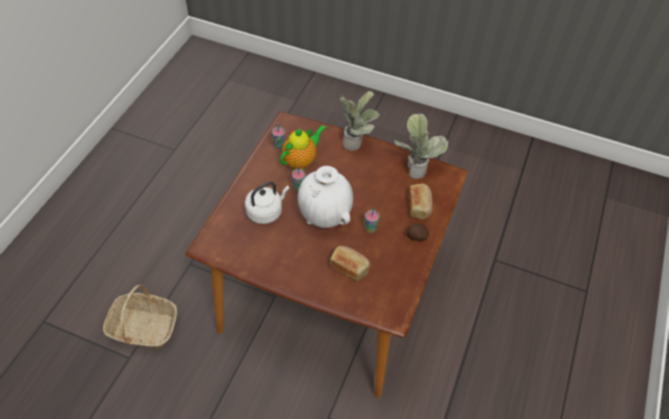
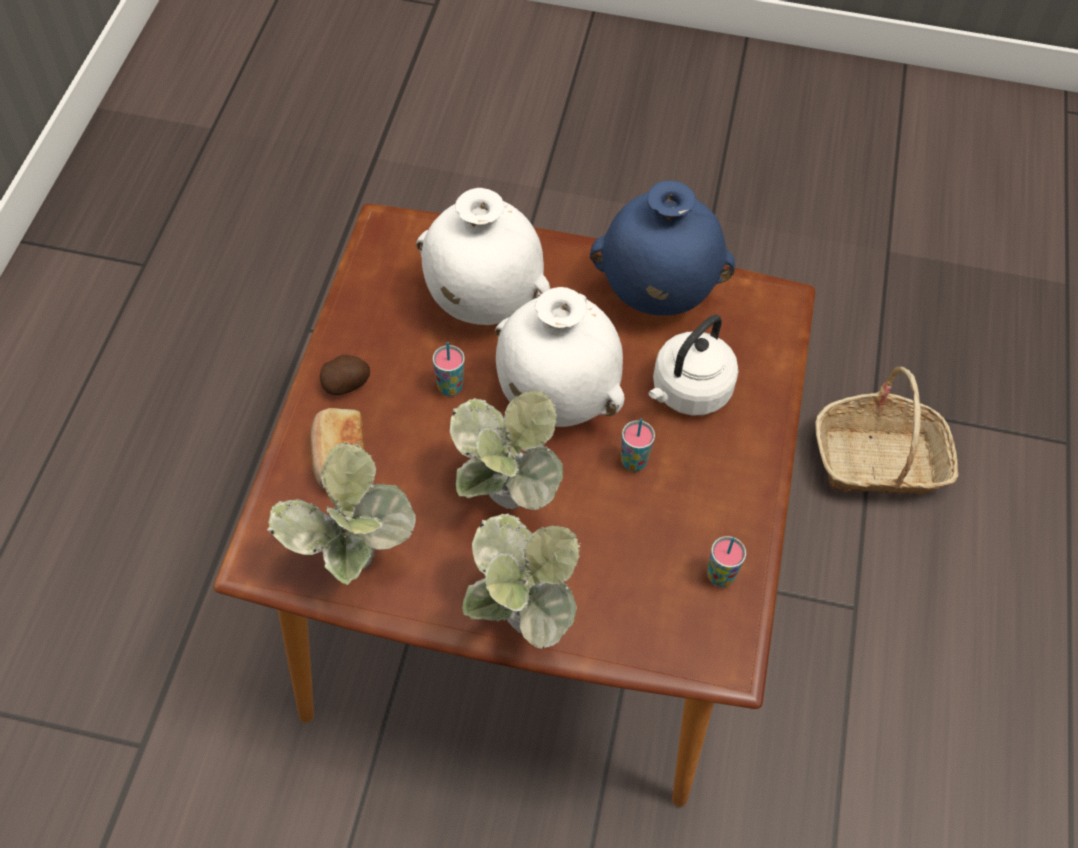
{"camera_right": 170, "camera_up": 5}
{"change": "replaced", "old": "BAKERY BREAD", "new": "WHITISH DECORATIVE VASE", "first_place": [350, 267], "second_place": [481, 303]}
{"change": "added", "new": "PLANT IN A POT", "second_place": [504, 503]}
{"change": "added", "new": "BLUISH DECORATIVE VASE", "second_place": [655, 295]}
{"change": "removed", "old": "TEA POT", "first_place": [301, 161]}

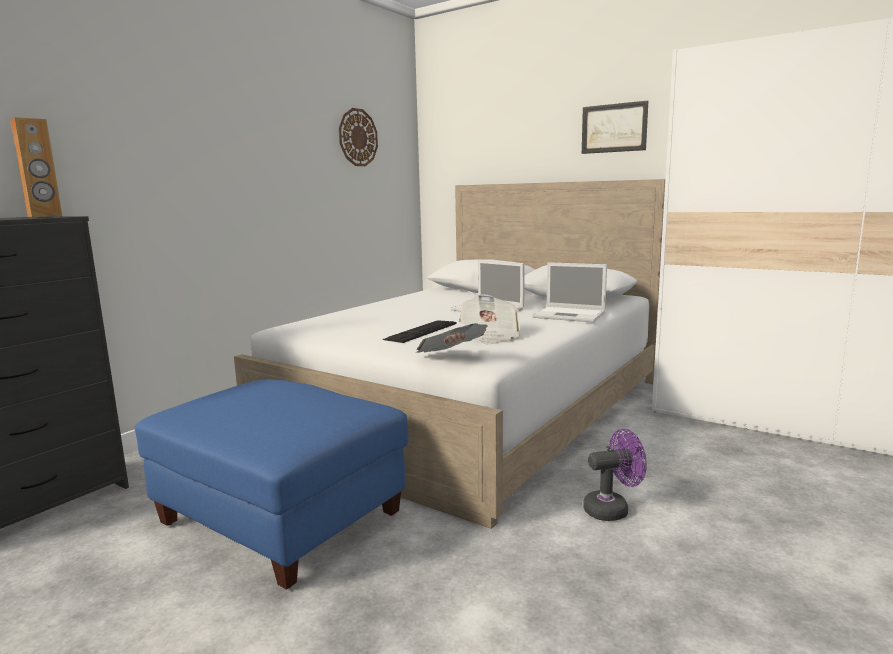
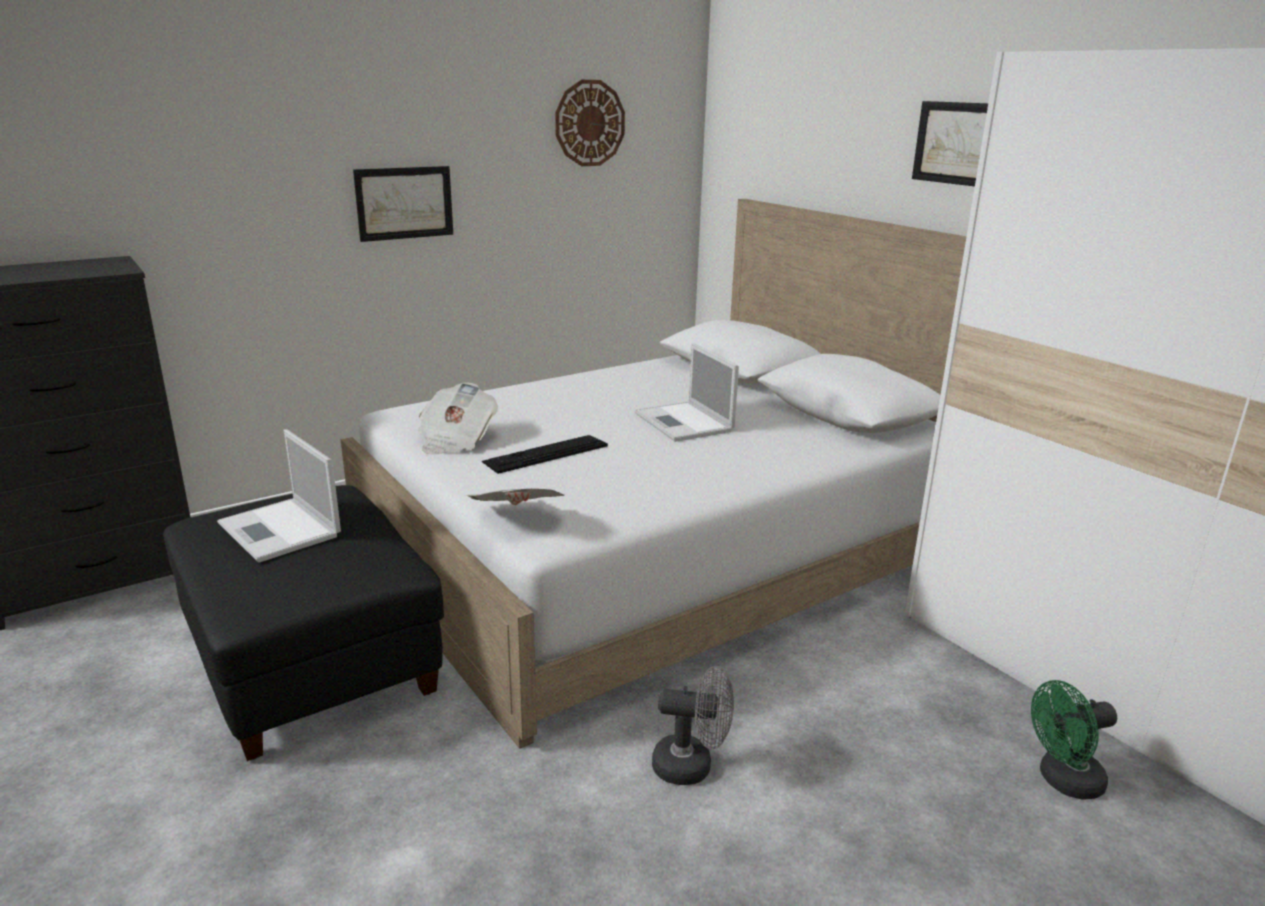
{"camera_right": 20, "camera_up": 10}
{"change": "recoloured", "old": "BLUISH FOOTREST", "new": "BLACKISH FOOTREST", "first_place": [282, 519], "second_place": [313, 665]}
{"change": "moved", "old": "PORTABLE COMPUTER", "first_place": [570, 315], "second_place": [281, 530]}
{"change": "added", "new": "WALL PICTURE", "second_place": [404, 203]}
{"change": "moved", "old": "PRINTED PAPER", "first_place": [490, 336], "second_place": [455, 440]}
{"change": "recoloured", "old": "PURPLISH COOLING FAN", "new": "GRAY COOLING FAN", "first_place": [612, 509], "second_place": [692, 766]}
{"change": "added", "new": "GREENISH COOLING FAN", "second_place": [1063, 781]}
{"change": "removed", "old": "BROWNISH AUDIO SPEAKER", "first_place": [45, 216]}

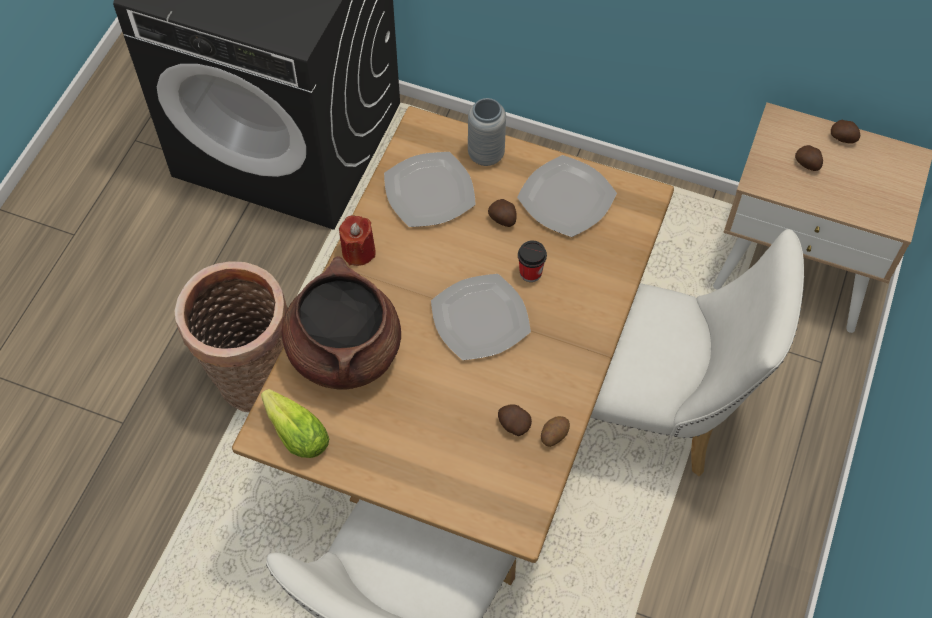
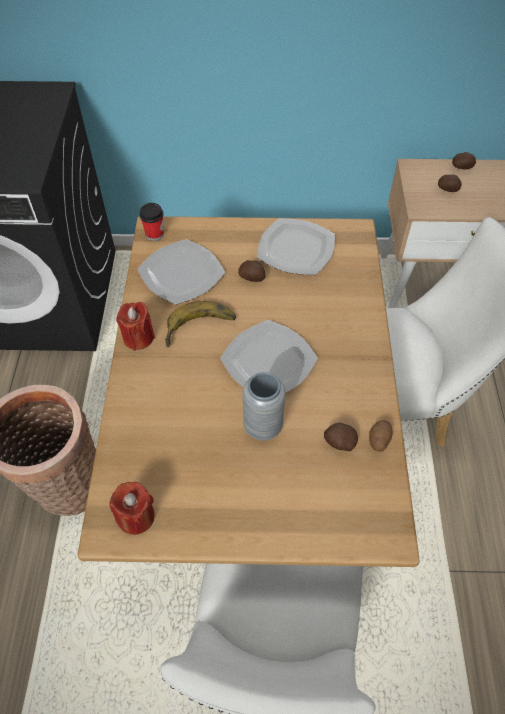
{"camera_right": -20, "camera_up": -5}
{"change": "replaced", "old": "LETTUCE HEAD", "new": "RED CANDLE", "first_place": [294, 430], "second_place": [136, 516]}
{"change": "moved", "old": "SMALL CUP", "first_place": [530, 272], "second_place": [154, 234]}
{"change": "added", "new": "WHOLE BANANA", "second_place": [201, 329]}
{"change": "moved", "old": "GRAY DECORATIVE VASE", "first_place": [486, 155], "second_place": [263, 426]}
{"change": "removed", "old": "BROWNISH COOKING POT", "first_place": [344, 351]}

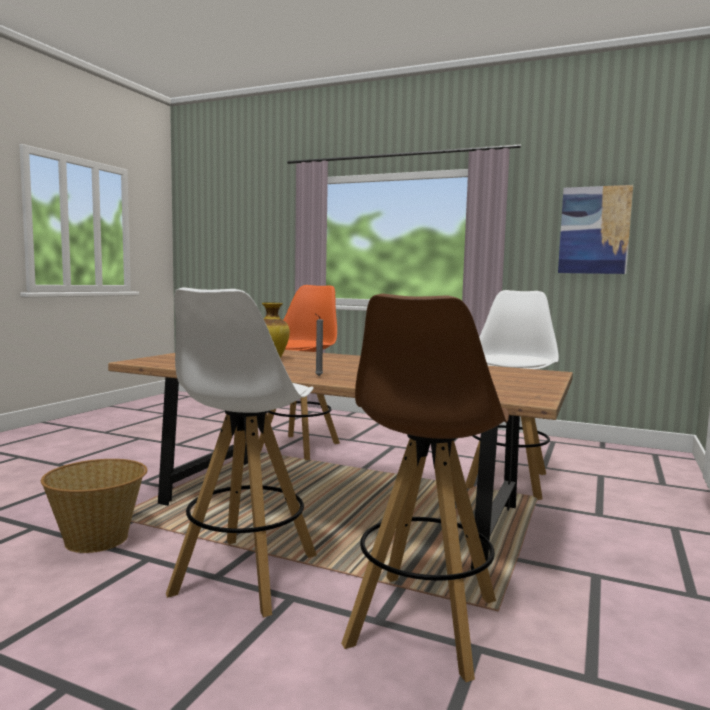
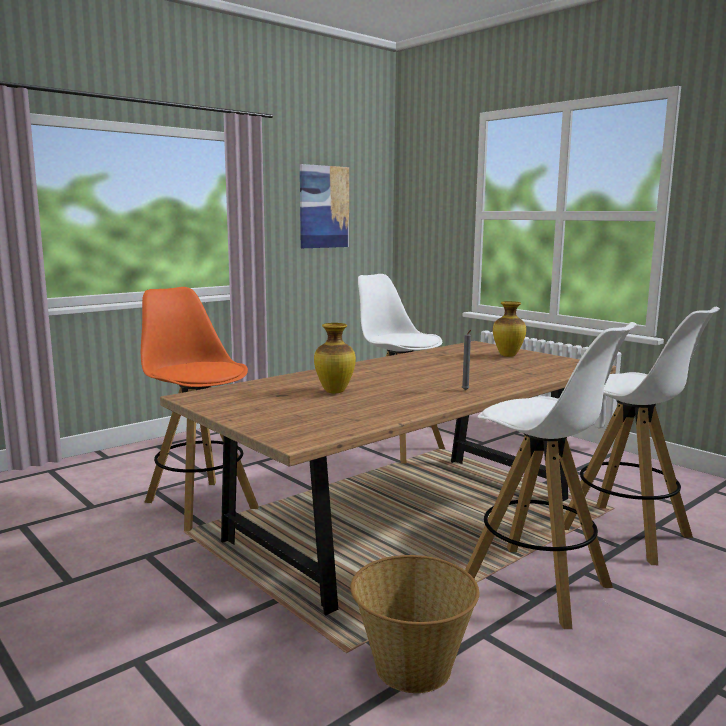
{"camera_right": -65, "camera_up": 5}
{"change": "added", "new": "DECORATIVE VASE", "second_place": [508, 356]}
{"change": "recoloured", "old": "BROWNISH STOOL SEAT", "new": "WHITISH STOOL SEAT", "first_place": [422, 623], "second_place": [626, 533]}

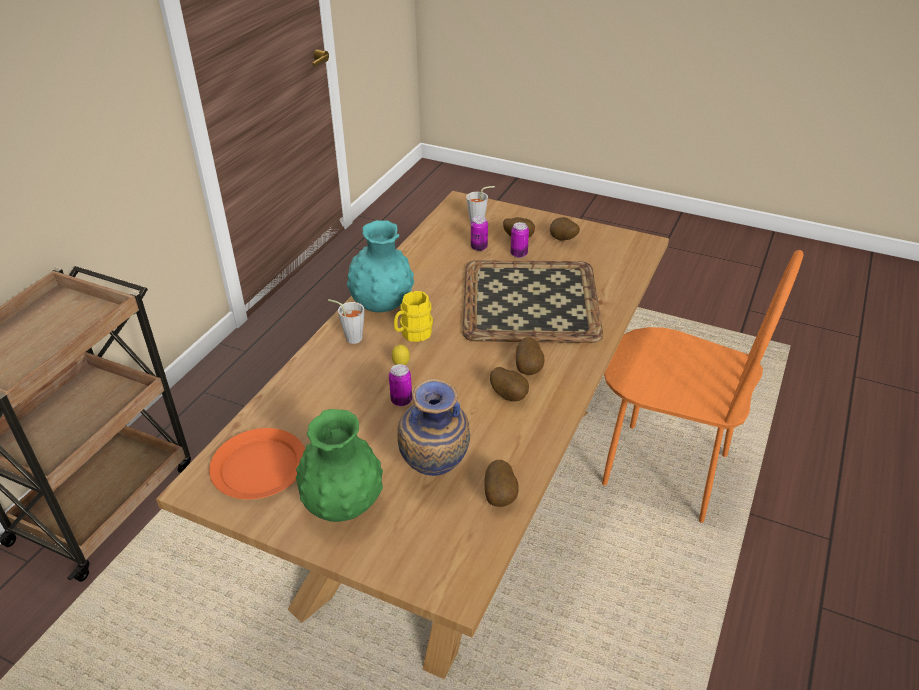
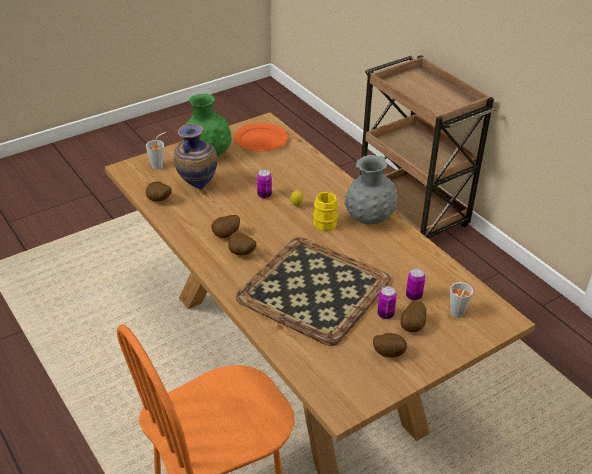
{"camera_right": 120, "camera_up": 0}
{"change": "moved", "old": "GRAY SMALL CUP", "first_place": [350, 337], "second_place": [159, 165]}
{"change": "recoloured", "old": "TURQUOISE-COLOURED DECORATIVE VASE", "new": "GRAY DECORATIVE VASE", "first_place": [382, 305], "second_place": [369, 219]}

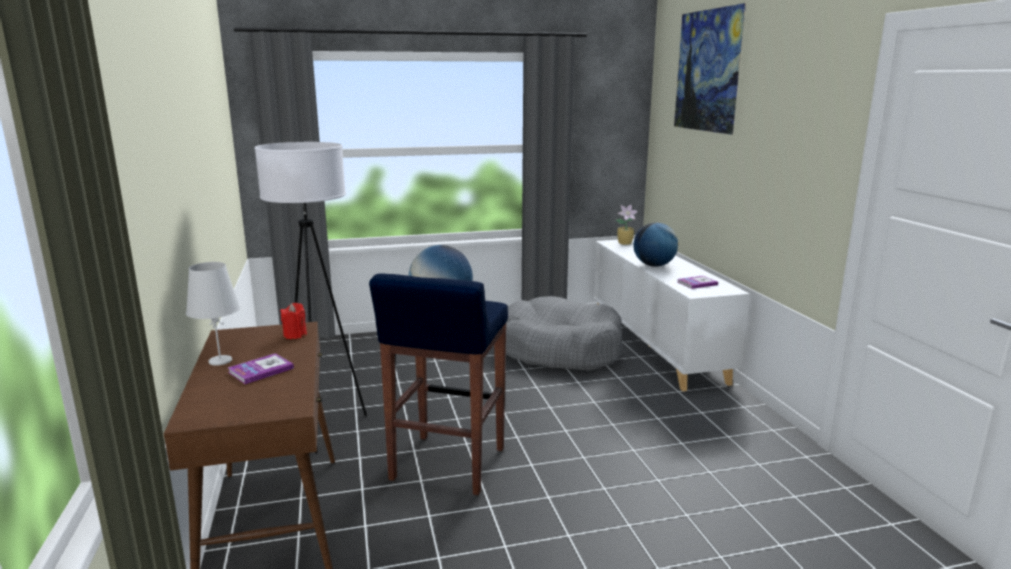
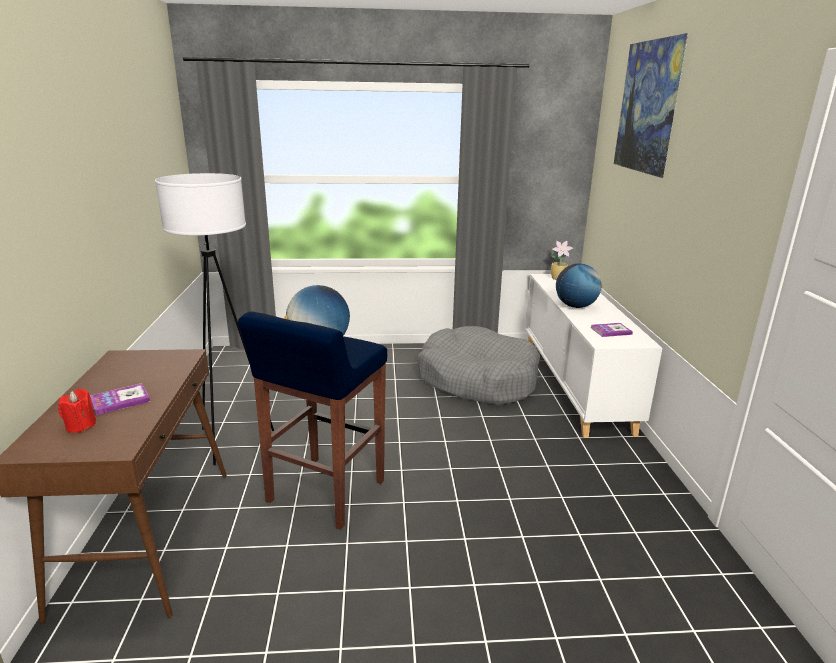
{"camera_right": 10, "camera_up": 5}
{"change": "moved", "old": "RED CANDLE", "first_place": [295, 335], "second_place": [80, 426]}
{"change": "removed", "old": "WHITISH TABLE LAMP", "first_place": [220, 360]}

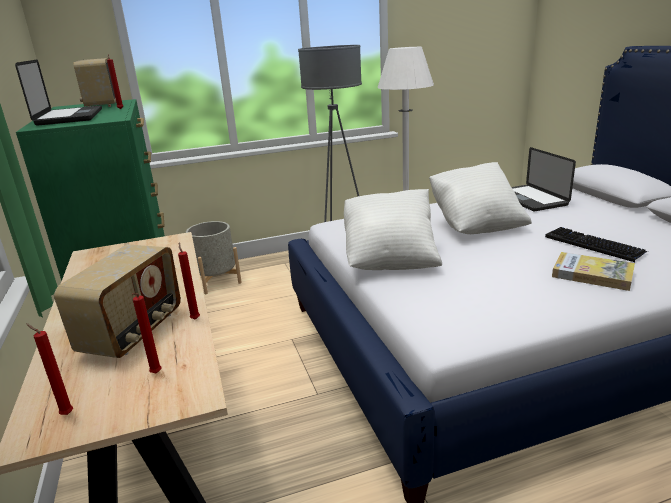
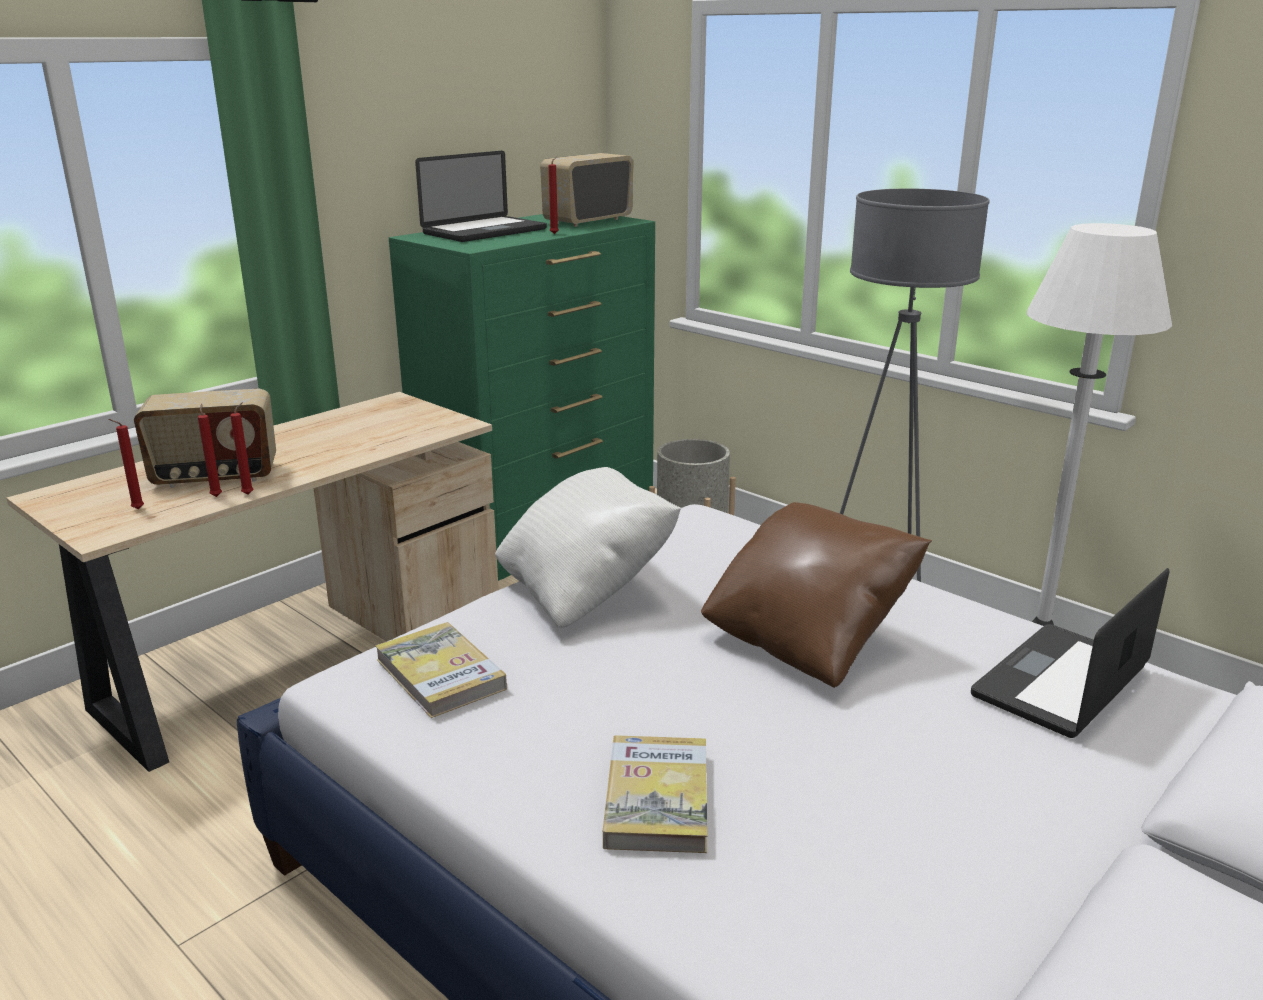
{"camera_right": 60, "camera_up": 0}
{"change": "moved", "old": "RED CANDLE", "first_place": [65, 414], "second_place": [216, 496]}
{"change": "added", "new": "VOLUME", "second_place": [440, 674]}
{"change": "recoloured", "old": "WHITISH PILLOW", "new": "BROWNISH PILLOW", "first_place": [476, 225], "second_place": [808, 639]}
{"change": "removed", "old": "KEYBOARD", "first_place": [593, 245]}

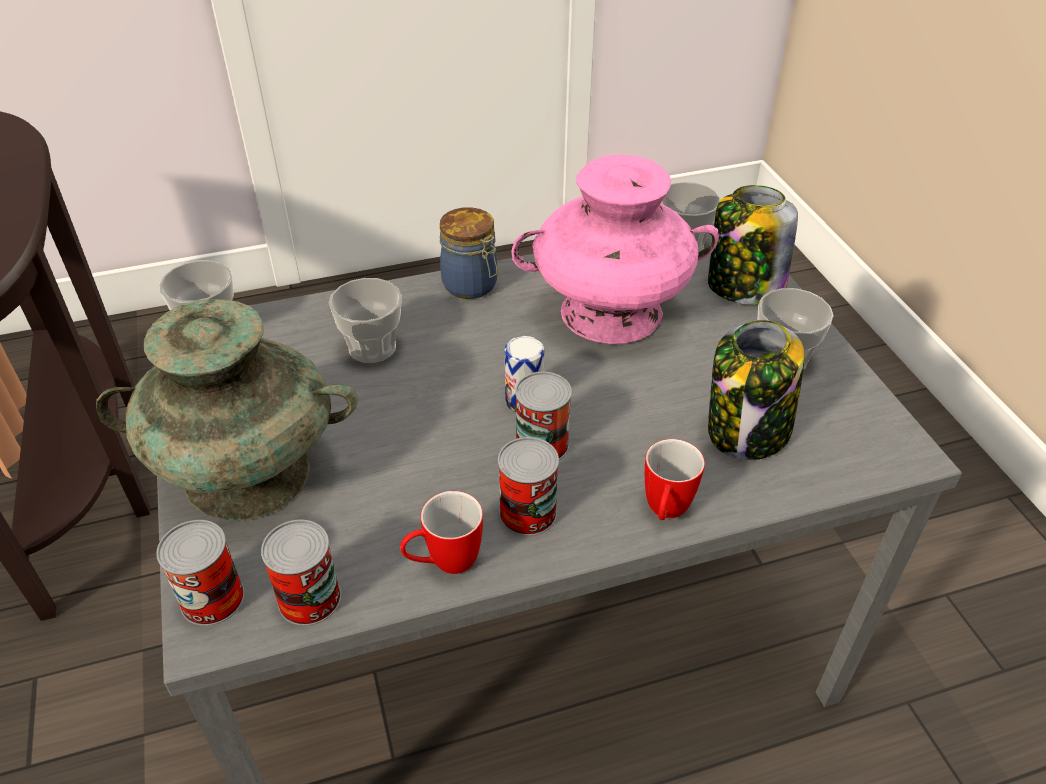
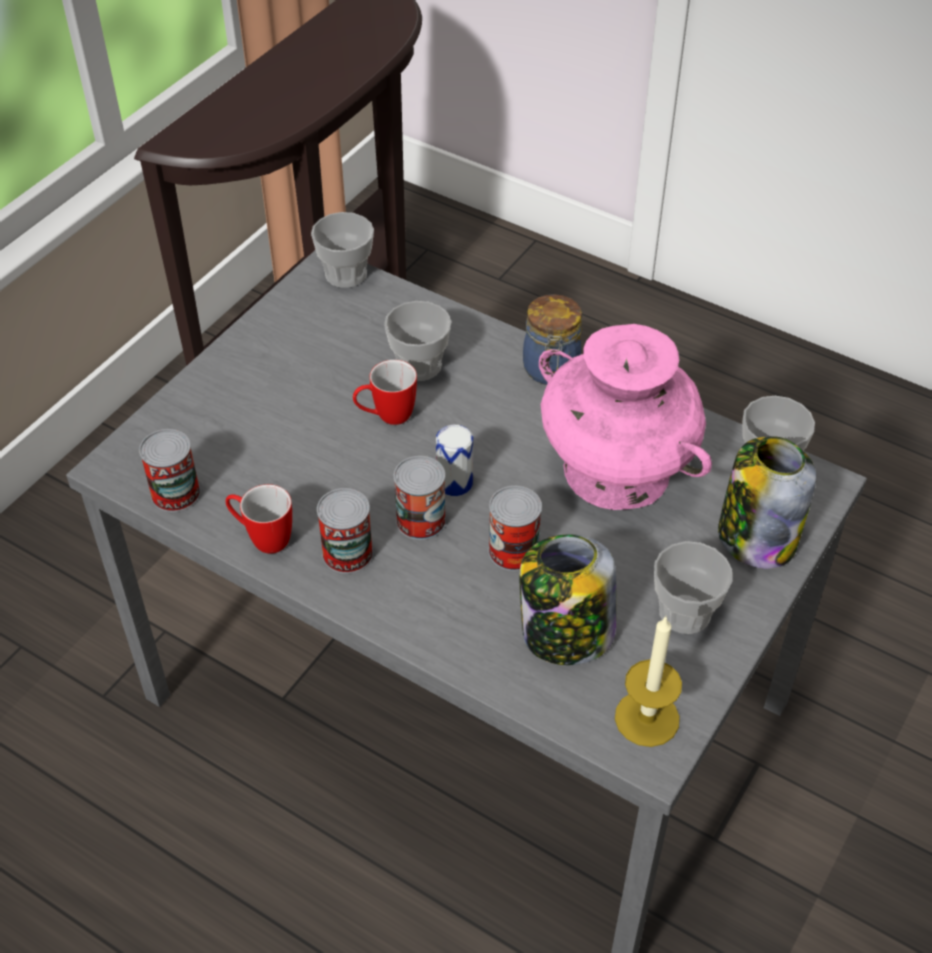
{"camera_right": 50, "camera_up": 5}
{"change": "moved", "old": "MUG", "first_place": [665, 513], "second_place": [386, 417]}
{"change": "moved", "old": "CAN", "first_place": [212, 598], "second_place": [513, 551]}
{"change": "added", "new": "CANDLE", "second_place": [647, 718]}
{"change": "removed", "old": "TURQUOISE-COLOURED DECORATIVE VASE", "first_place": [249, 474]}

